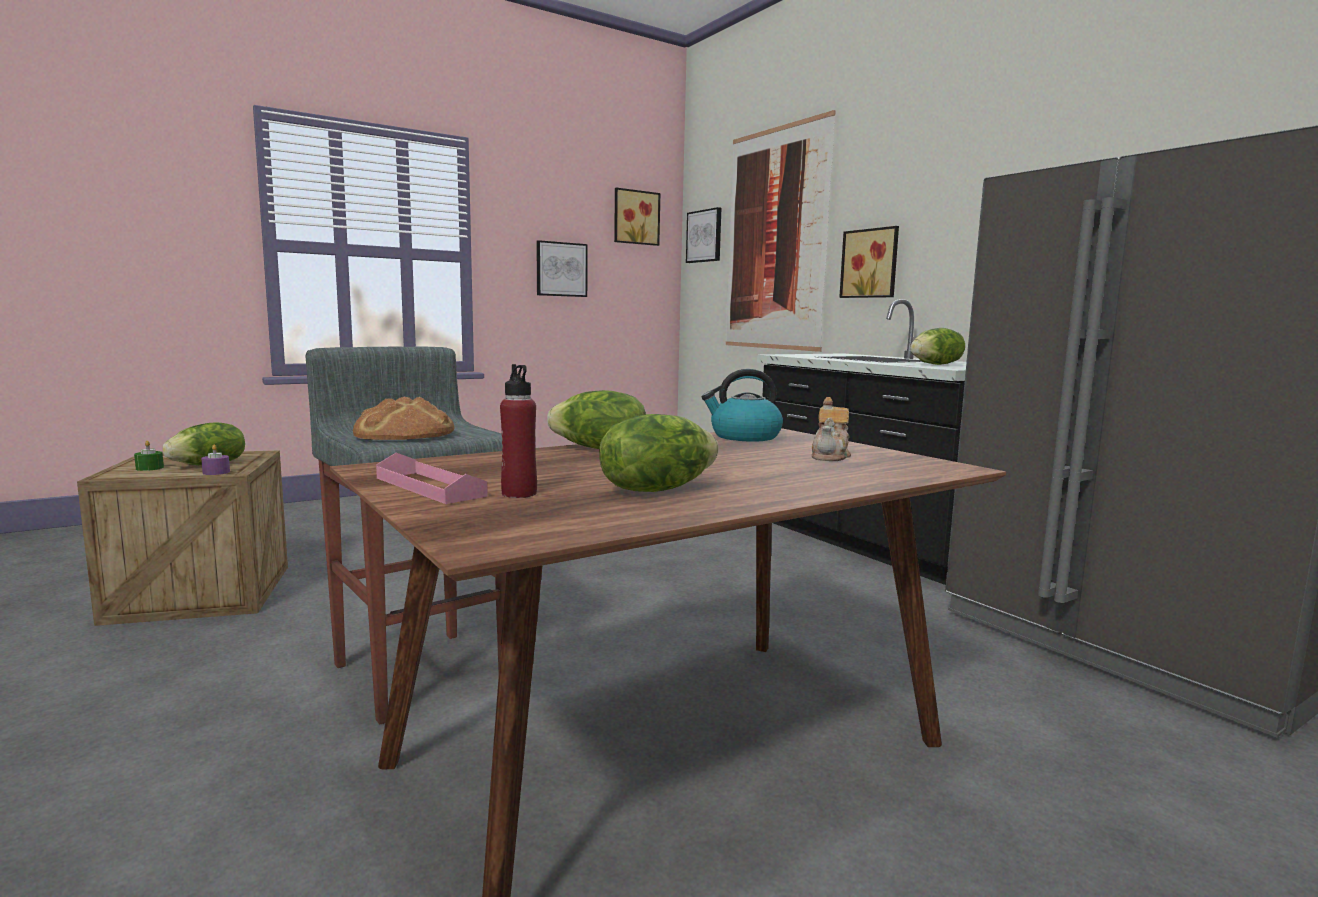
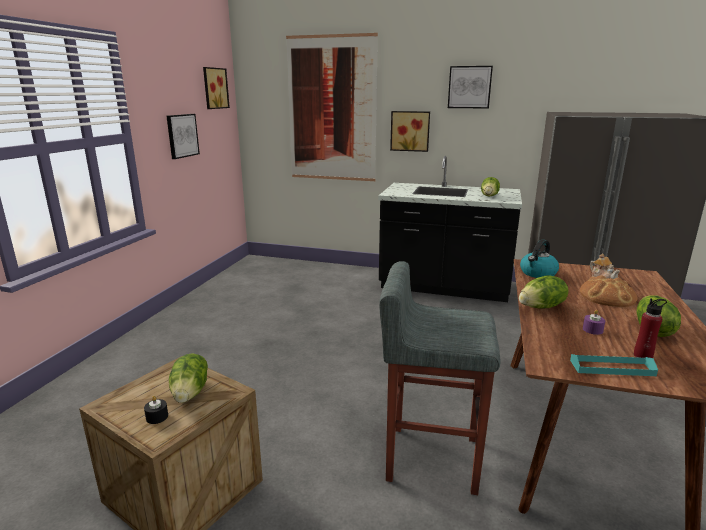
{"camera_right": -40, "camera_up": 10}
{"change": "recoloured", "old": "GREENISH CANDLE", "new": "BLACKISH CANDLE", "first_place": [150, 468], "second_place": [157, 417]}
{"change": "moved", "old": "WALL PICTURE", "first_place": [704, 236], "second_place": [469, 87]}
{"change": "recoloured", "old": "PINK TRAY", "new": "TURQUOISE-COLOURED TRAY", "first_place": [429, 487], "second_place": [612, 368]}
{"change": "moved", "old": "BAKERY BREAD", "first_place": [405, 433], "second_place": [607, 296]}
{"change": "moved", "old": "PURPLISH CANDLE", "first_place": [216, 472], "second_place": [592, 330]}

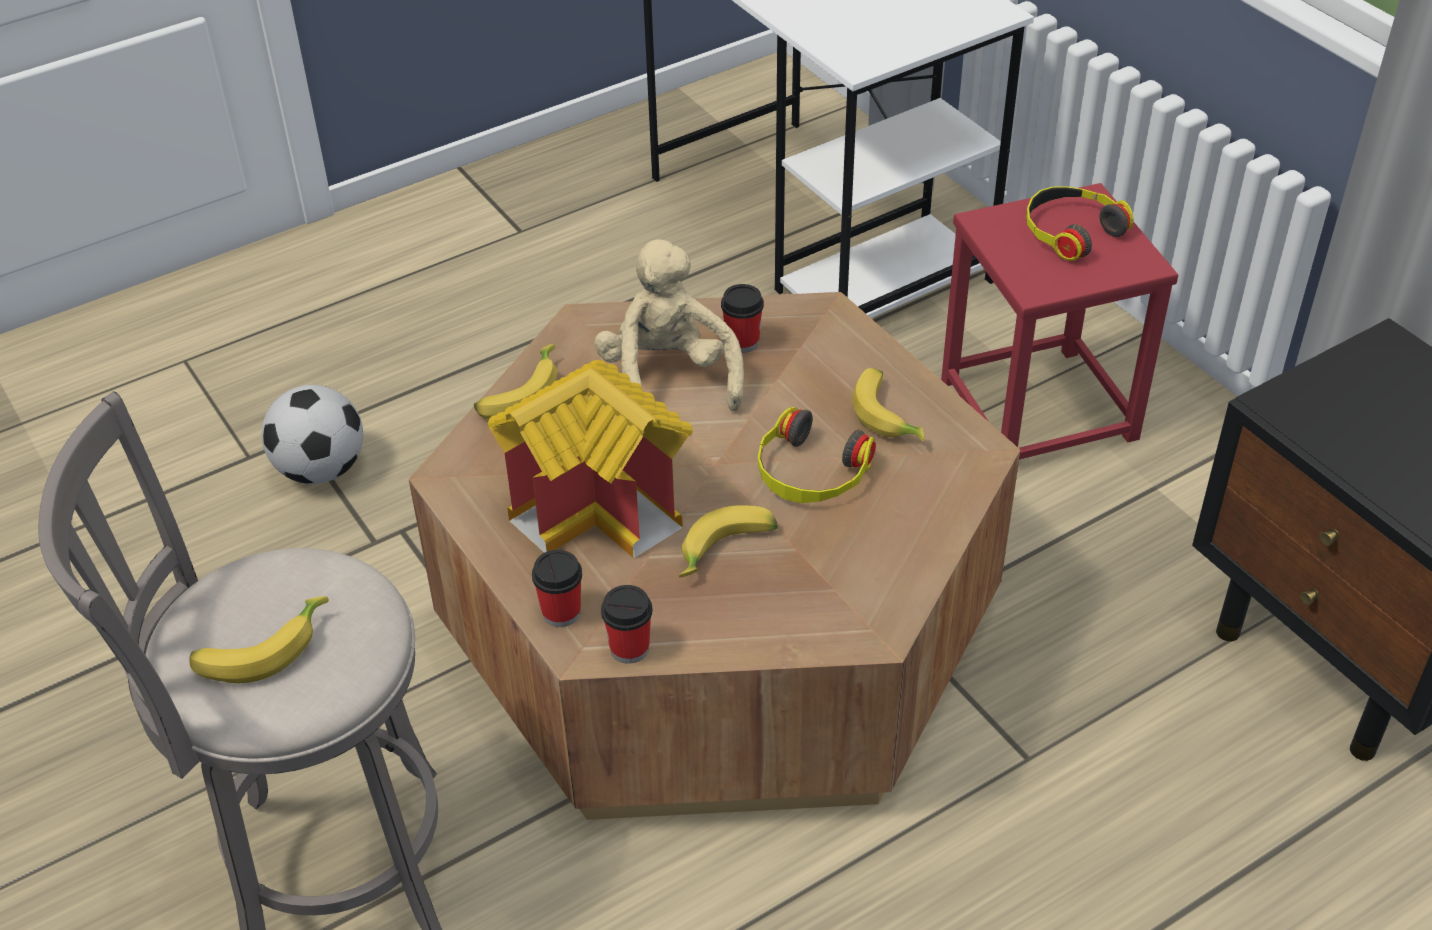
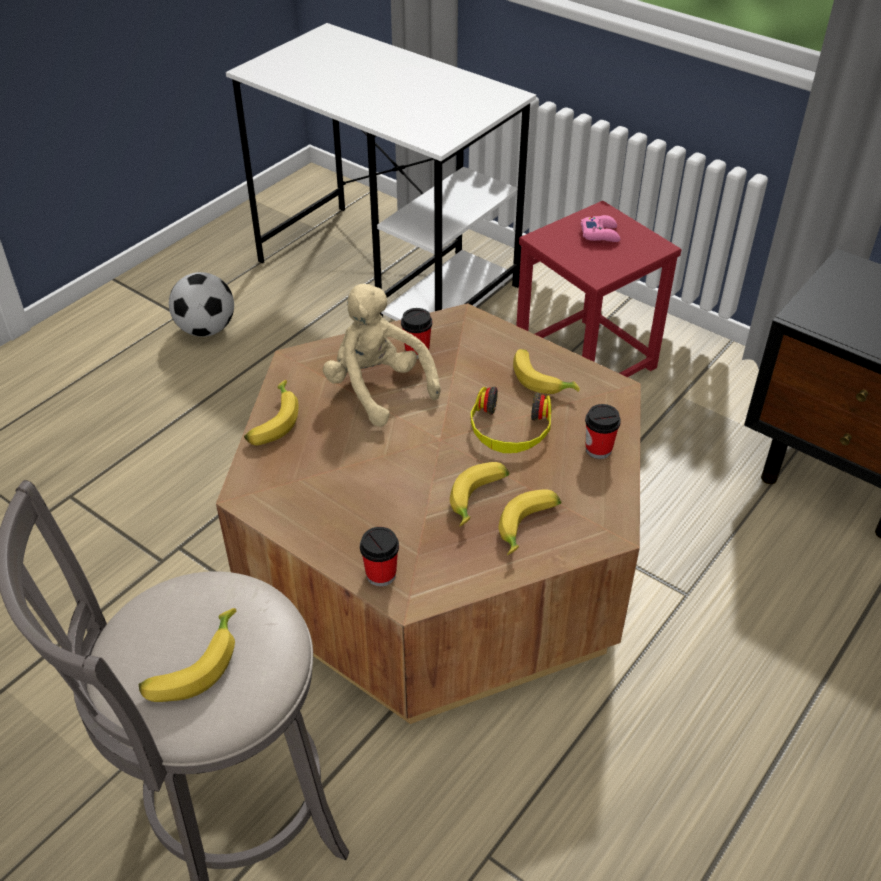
{"camera_right": -20, "camera_up": 0}
{"change": "moved", "old": "BALL FOR FOOTBALL", "first_place": [321, 469], "second_place": [206, 329]}
{"change": "added", "new": "WHOLE BANANA", "second_place": [529, 528]}
{"change": "replaced", "old": "HEADPHONES", "new": "PINK GAMEPAD", "first_place": [1071, 231], "second_place": [600, 234]}
{"change": "moved", "old": "SMALL CUP", "first_place": [629, 648], "second_place": [598, 449]}
{"change": "removed", "old": "MODEL HOUSE", "first_place": [603, 509]}

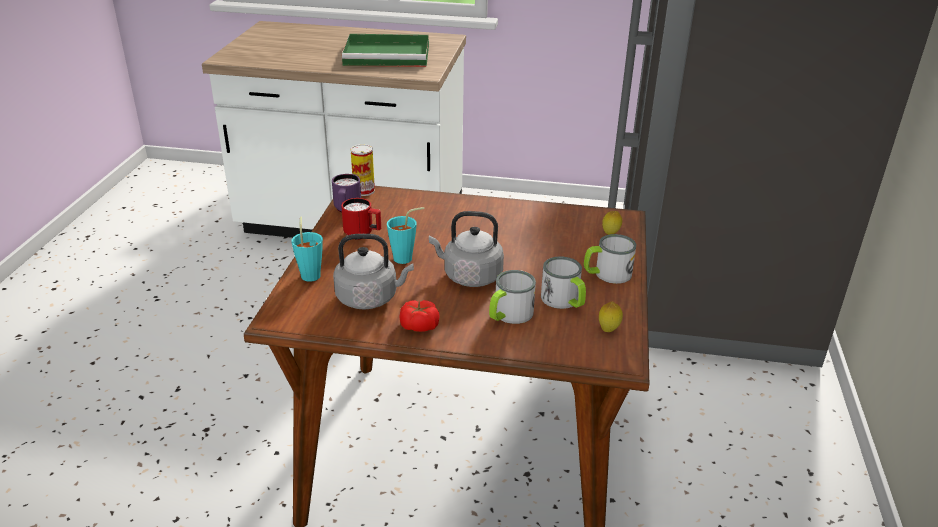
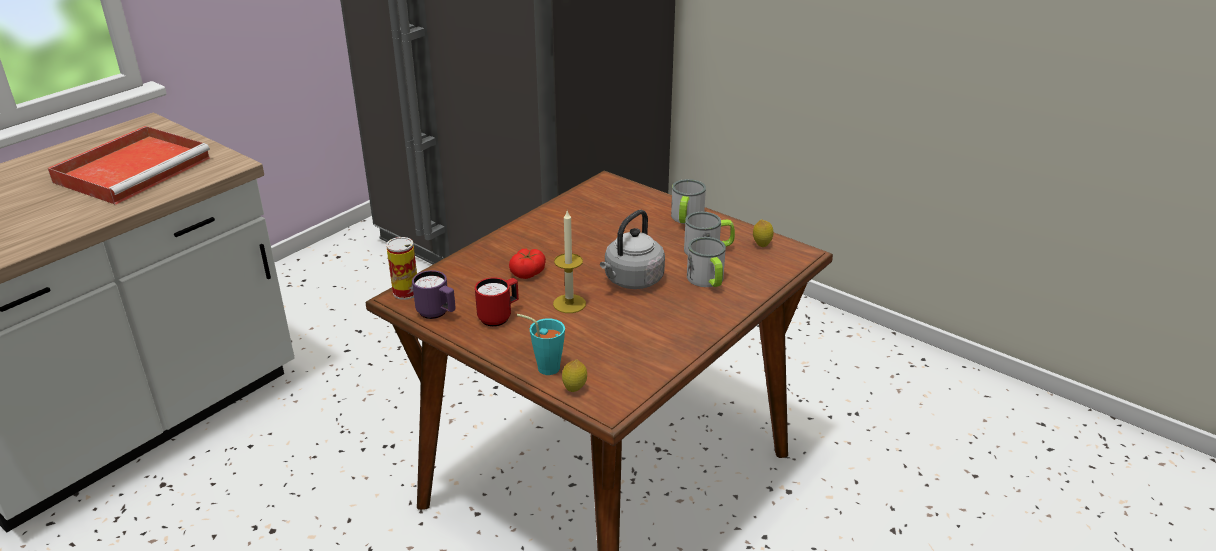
{"camera_right": -60, "camera_up": 0}
{"change": "recoloured", "old": "GREENISH TRAY", "new": "RED TRAY", "first_place": [389, 55], "second_place": [135, 169]}
{"change": "moved", "old": "FRESH TOMATO", "first_place": [419, 325], "second_place": [528, 272]}
{"change": "replaced", "old": "TURQUOISE-COLOURED SMALL CUP", "new": "CANDLE", "first_place": [407, 258], "second_place": [569, 304]}
{"change": "moved", "old": "LEMON", "first_place": [610, 234], "second_place": [574, 389]}
{"change": "removed", "old": "GRAY KETTLE", "first_place": [370, 298]}

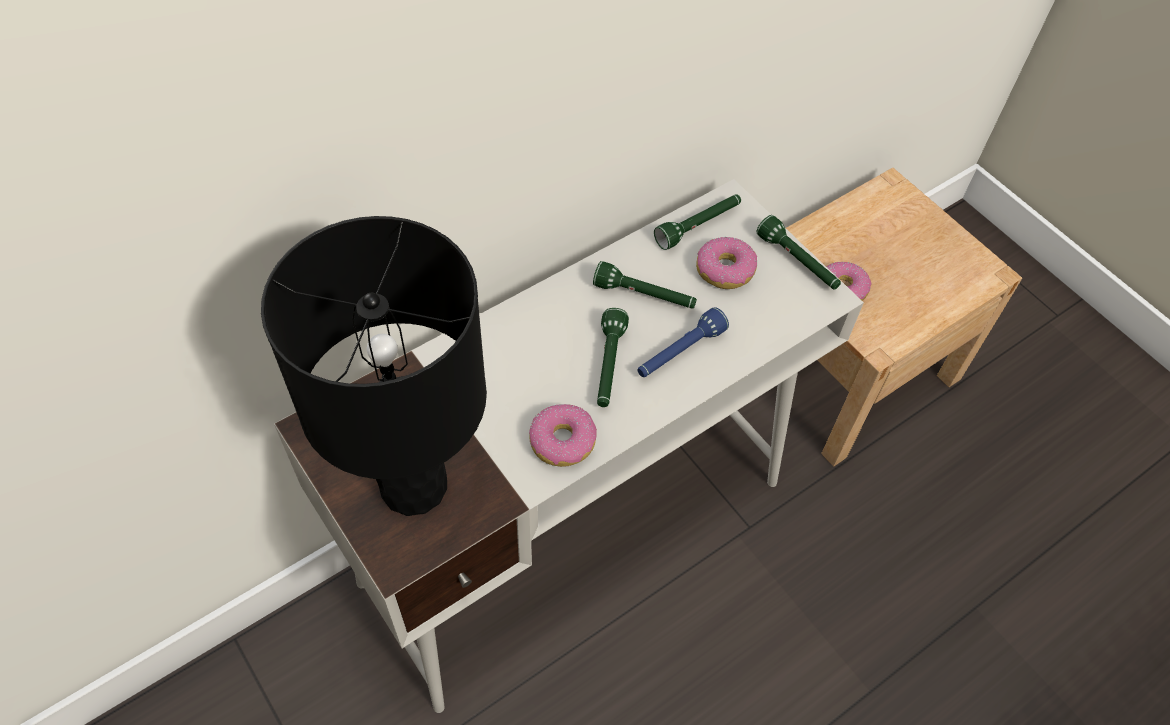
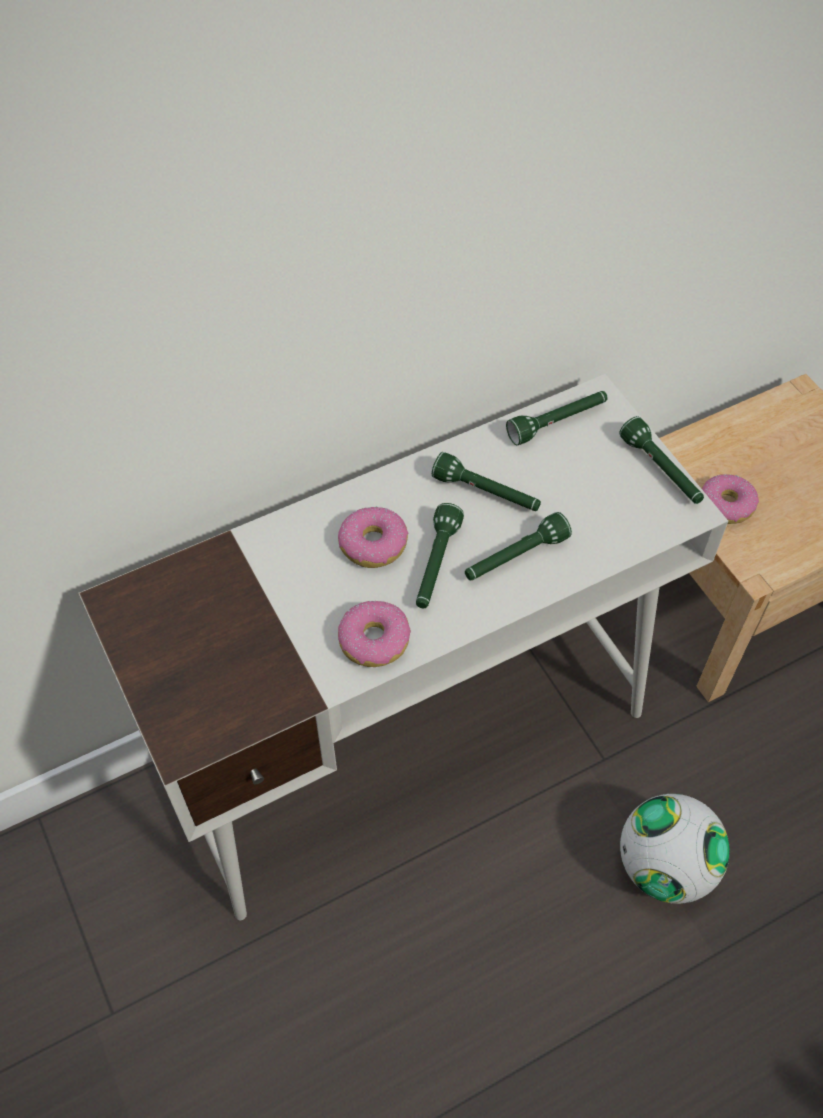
{"camera_right": 10, "camera_up": 0}
{"change": "moved", "old": "RING DOUGHNUT", "first_place": [725, 269], "second_place": [373, 544]}
{"change": "recoloured", "old": "BLUISH FLASHLIGHT", "new": "GREENISH FLASHLIGHT", "first_place": [679, 352], "second_place": [515, 557]}
{"change": "added", "new": "BALL FOR FOOTBALL", "second_place": [664, 866]}
{"change": "removed", "old": "BLACKISH TABLE LAMP", "first_place": [412, 486]}

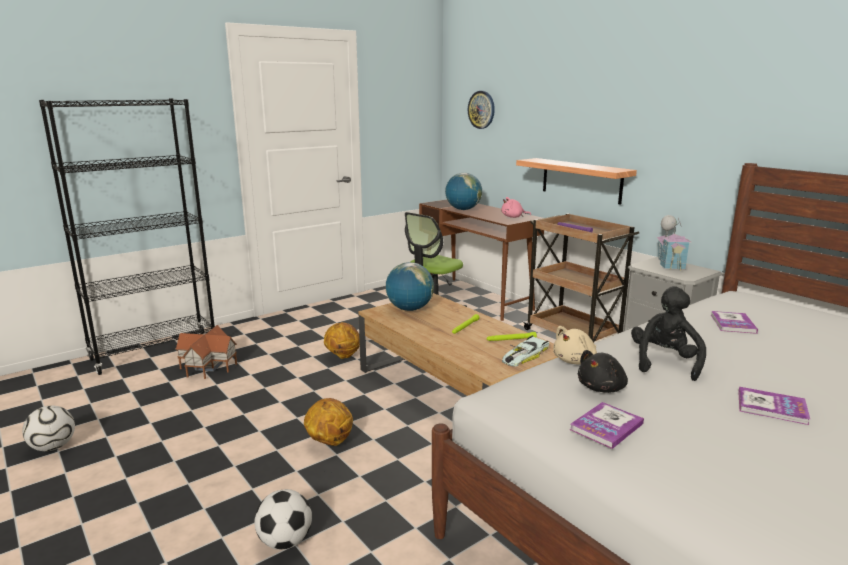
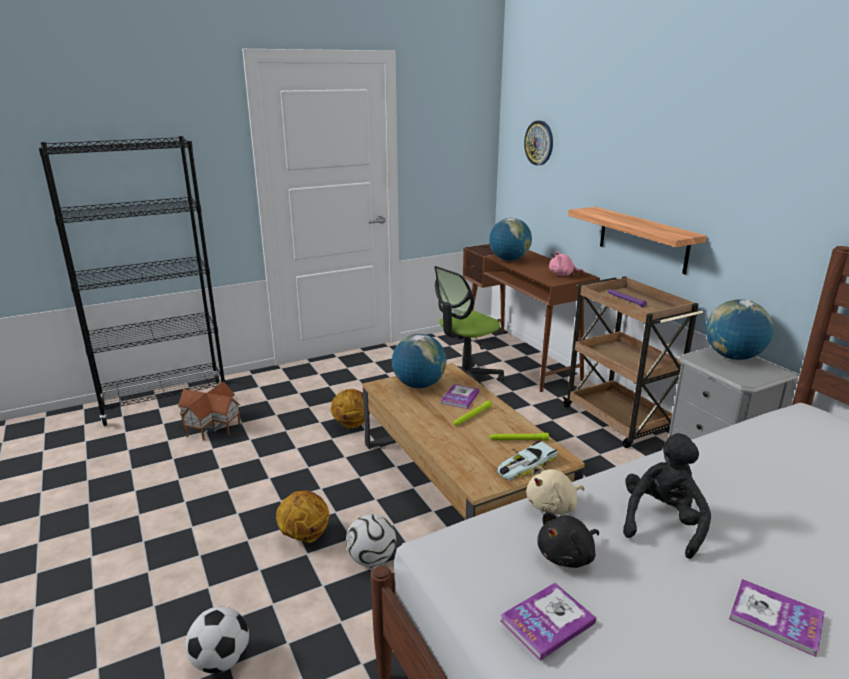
{"camera_right": 10, "camera_up": 5}
{"change": "moved", "old": "BALL FOR FOOTBALL", "first_place": [53, 447], "second_place": [371, 559]}
{"change": "moved", "old": "VOLUME", "first_place": [732, 323], "second_place": [460, 397]}
{"change": "replaced", "old": "MODEL HOUSE", "new": "DESK GLOBE", "first_place": [669, 264], "second_place": [732, 357]}

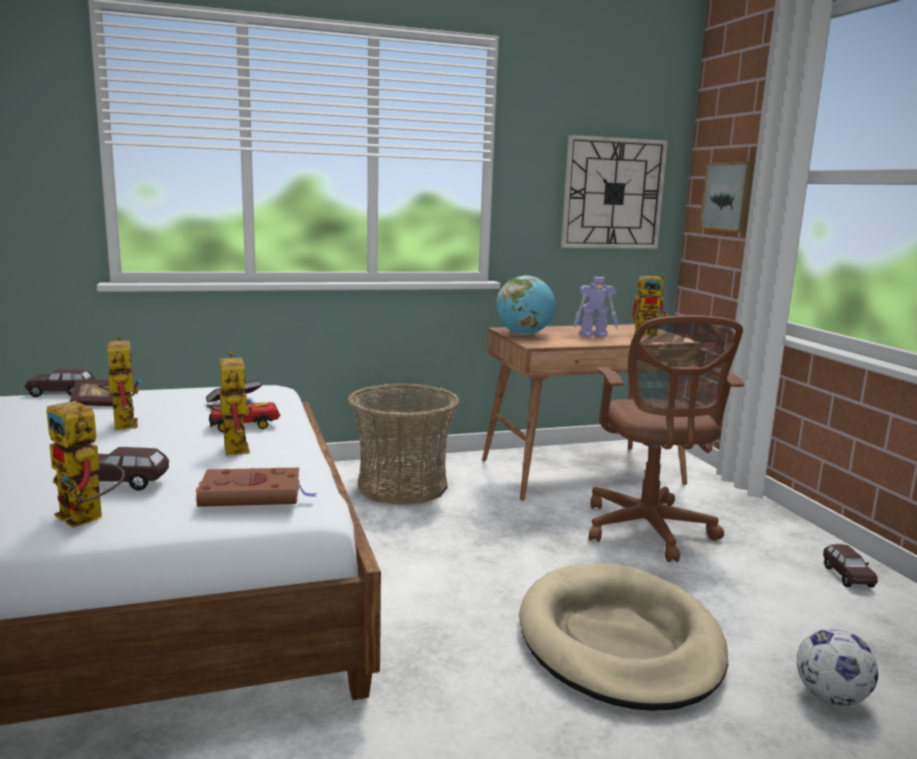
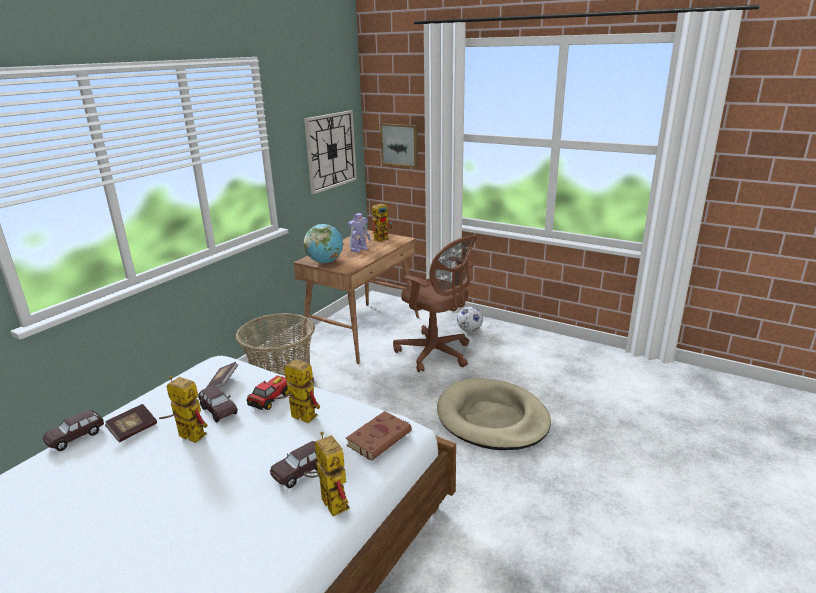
{"camera_right": -40, "camera_up": 10}
{"change": "moved", "old": "BROWNISH MODEL CAR", "first_place": [847, 576], "second_place": [218, 410]}
{"change": "turned", "old": "MODEL ROBOT", "first_place": [88, 518], "second_place": [329, 501], "degrees": -120}
{"change": "moved", "old": "BALL FOR FOOTBALL", "first_place": [831, 697], "second_place": [469, 330]}

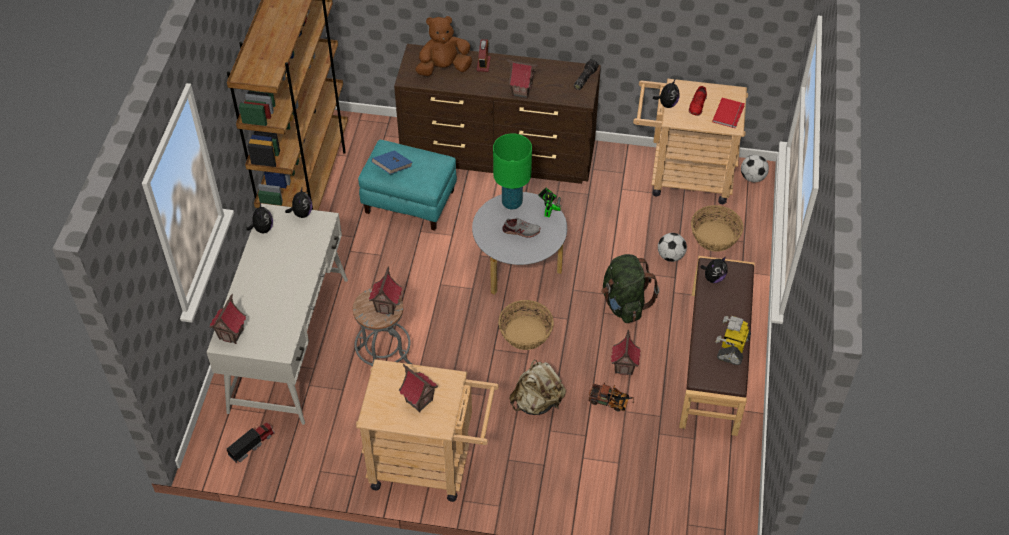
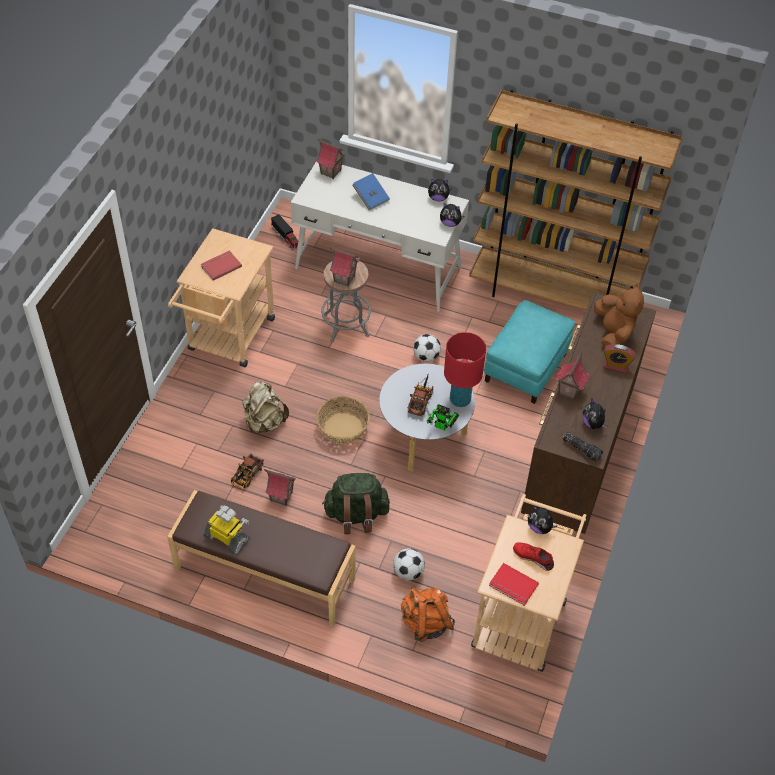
{"camera_right": 100, "camera_up": 0}
{"change": "replaced", "old": "MODEL HOUSE", "new": "RED VOLUME", "first_place": [419, 401], "second_place": [220, 266]}
{"change": "moved", "old": "BLUISH VOLUME", "first_place": [392, 168], "second_place": [371, 198]}
{"change": "replaced", "old": "STORAGE BASKET", "new": "ORANGE RUCKSACK", "first_place": [715, 237], "second_place": [425, 623]}
{"change": "replaced", "old": "GRAY LOW SHOE", "new": "TOY LORRY", "first_place": [521, 231], "second_place": [421, 400]}
{"change": "moved", "old": "BALL FOR FOOTBALL", "first_place": [752, 177], "second_place": [426, 356]}
{"change": "recoloured", "old": "GREENISH TABLE LAMP", "new": "RED TABLE LAMP", "first_place": [512, 203], "second_place": [460, 400]}
{"change": "moved", "old": "PLUSH TOY", "first_place": [713, 278], "second_place": [593, 423]}

